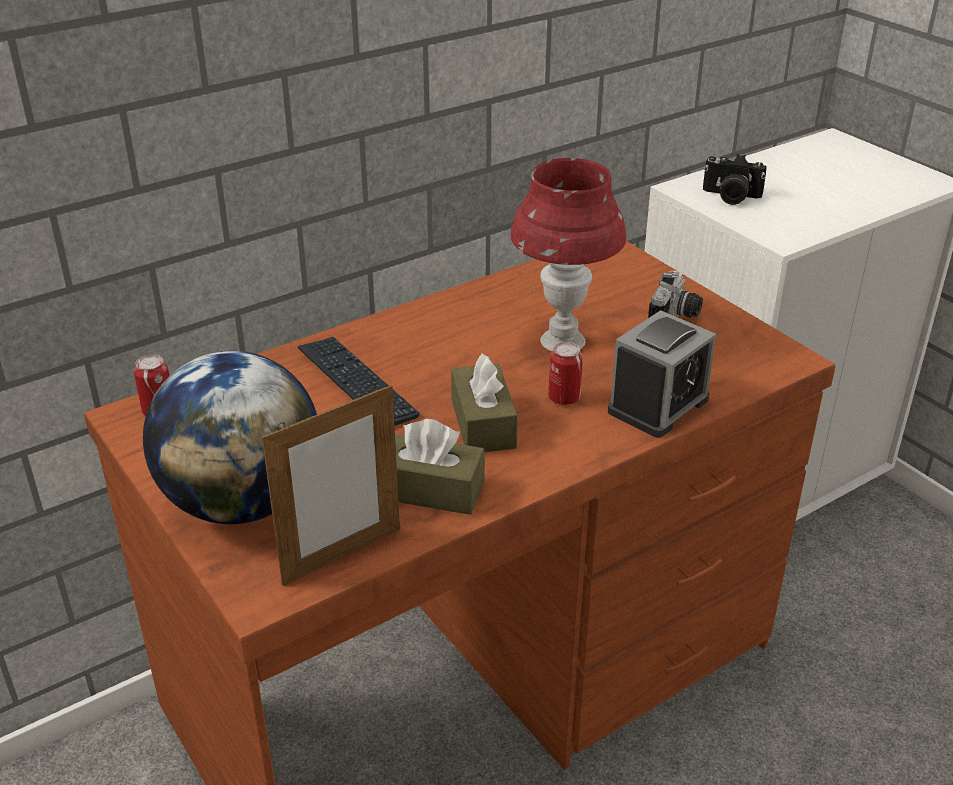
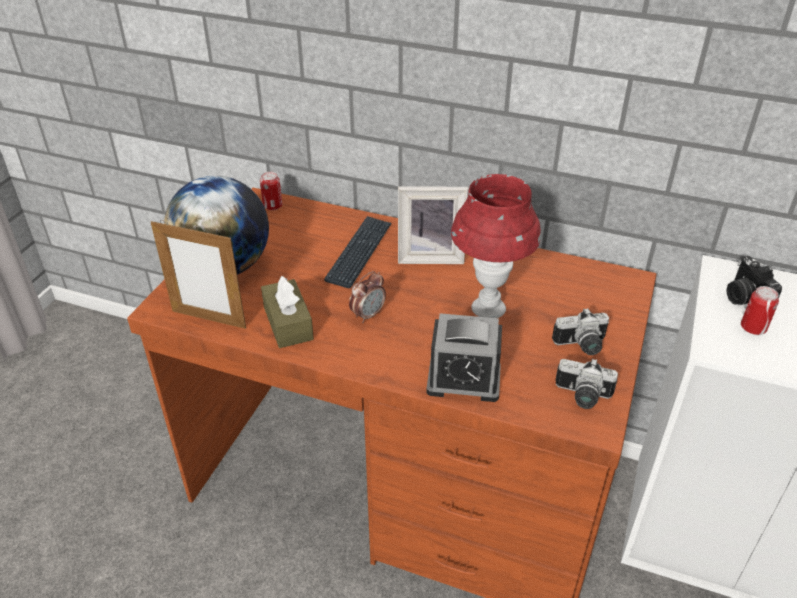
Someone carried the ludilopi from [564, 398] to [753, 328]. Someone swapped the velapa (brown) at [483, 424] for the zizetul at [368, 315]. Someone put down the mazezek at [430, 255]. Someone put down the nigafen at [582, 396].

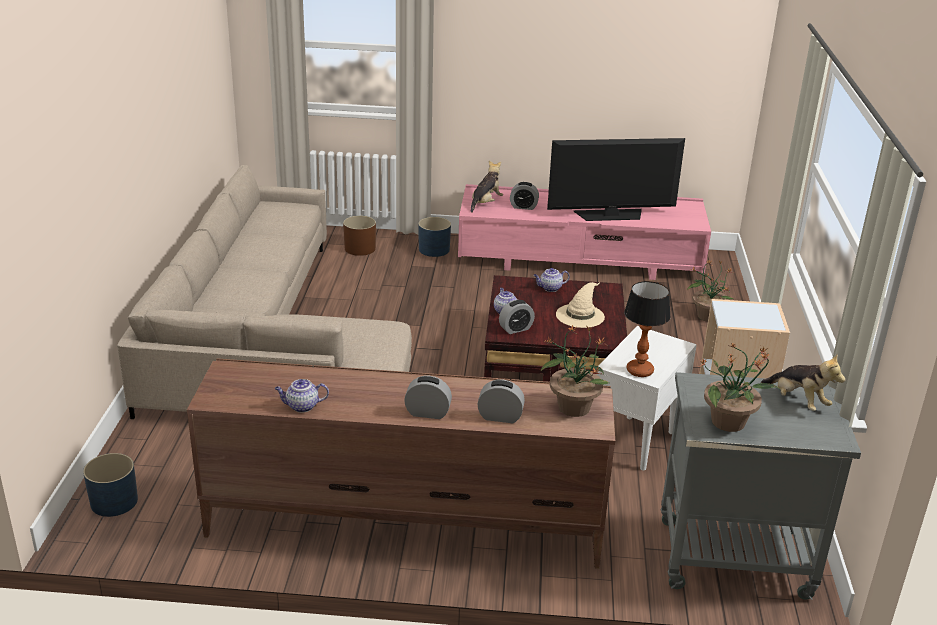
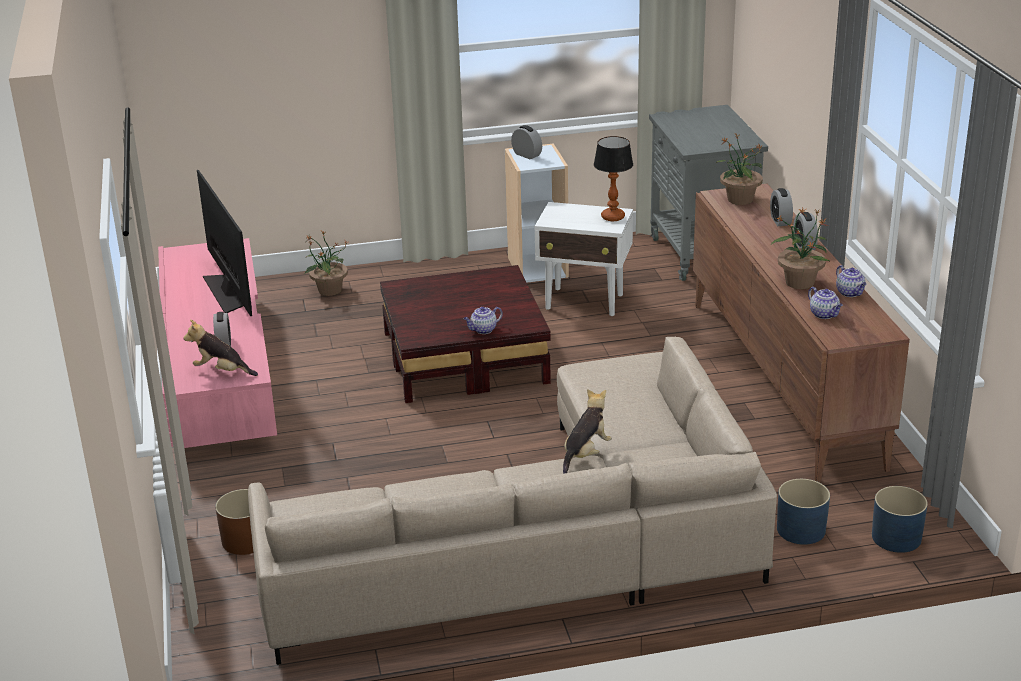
Someone carried the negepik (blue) from [434, 250] to [800, 530]. Someone carried the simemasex from [550, 288] to [824, 314]. Someone took away the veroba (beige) at [580, 315]. Someone carried the zizetul from [516, 329] to [526, 155]. Someone carried the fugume from [729, 422] to [799, 282]. Someone carried the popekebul from [798, 401] to [585, 454].

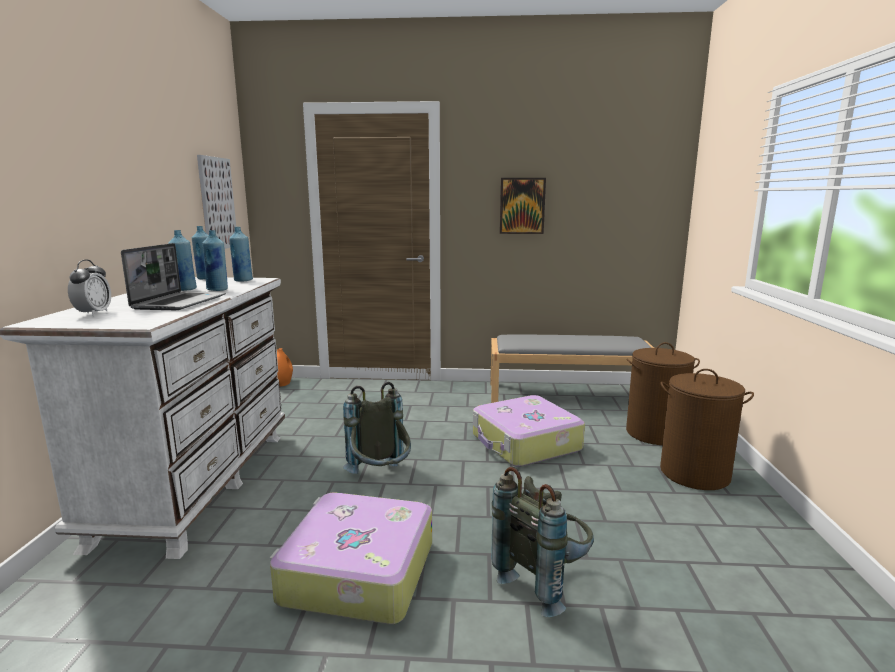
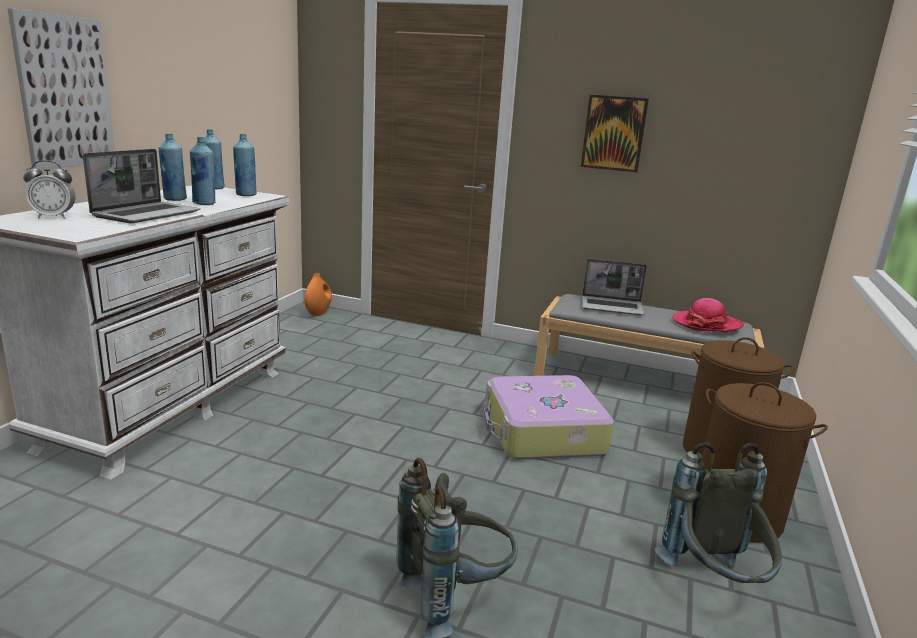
Someone carried the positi from [217, 203] to [65, 92]. Someone rotated the zizetul at [93, 313] by 60 degrees clockwise. Someone carried the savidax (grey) from [381, 478] to [715, 583]. Someone took away the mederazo at [356, 572]. Someone put down the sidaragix at [612, 307]. Someone put down the veroba at [706, 324].

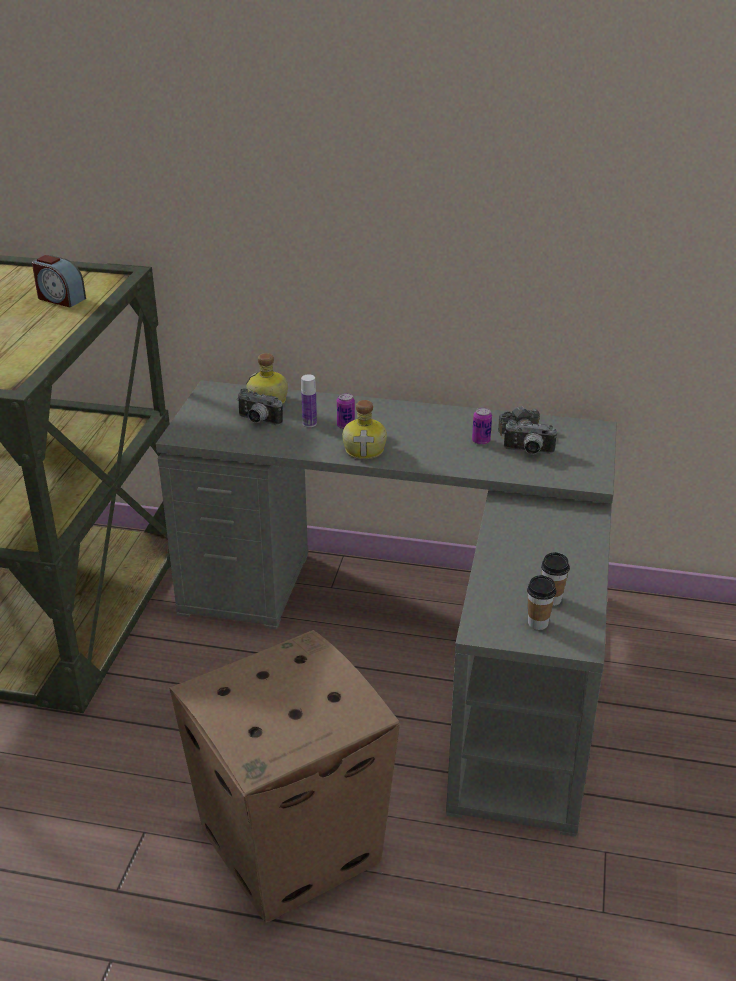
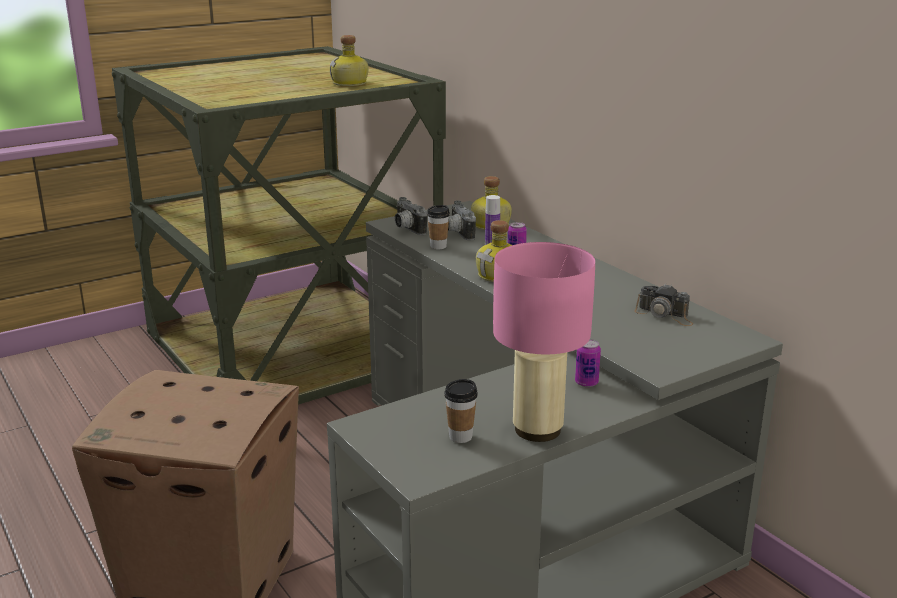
Someone swapped the zizetul at [60, 298] for the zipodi at [350, 83]. Someone carried the ludilopi from [481, 441] to [586, 383]. Someone carried the nigafen from [528, 452] to [406, 229]. Someone carried the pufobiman from [538, 623] to [438, 246]. Someone put down the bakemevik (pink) at [539, 430].

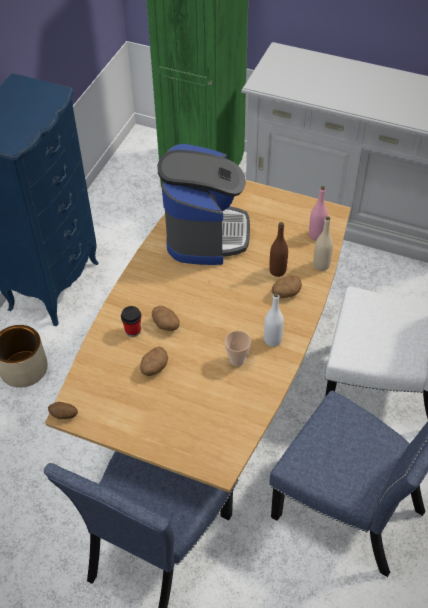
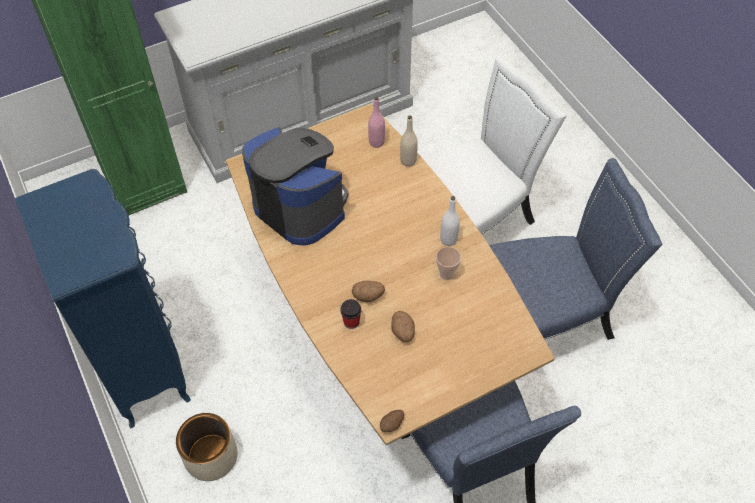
Someone took away the zipodi (brown) at [277, 271]. Someone took away the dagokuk at [285, 293].

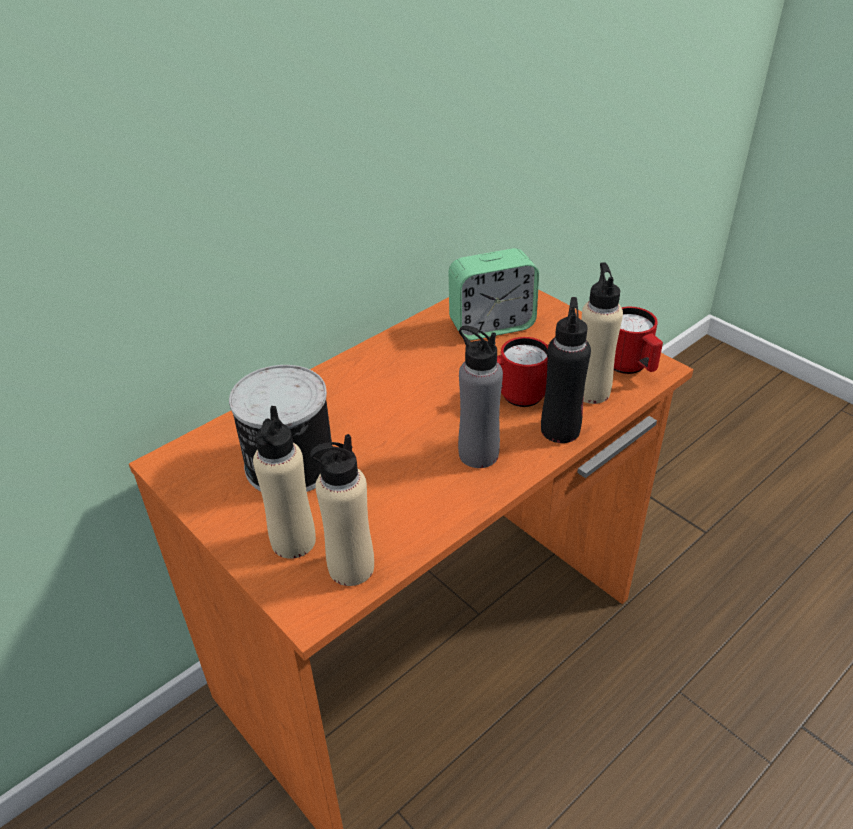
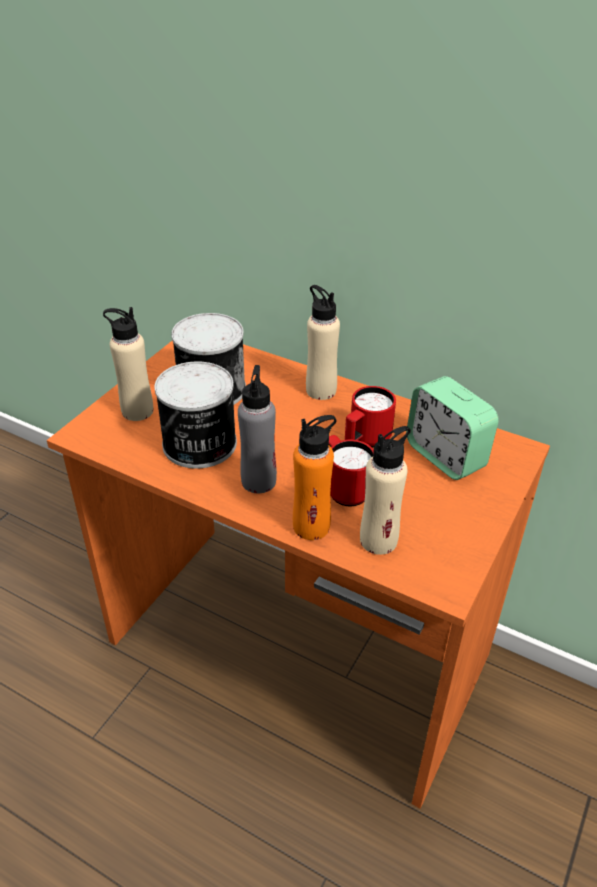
Someone repainted the zipodi (black) at [560, 430], which became the zipodi (orange) at [311, 526]. Someone carried the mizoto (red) from [630, 368] to [365, 441]. Someone carried the zipodi (beige) from [351, 567] to [321, 390]. Someone put down the ludilopi at [199, 445].

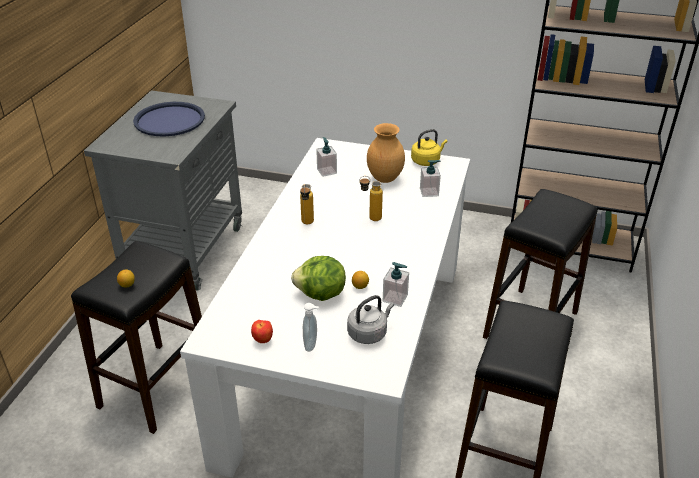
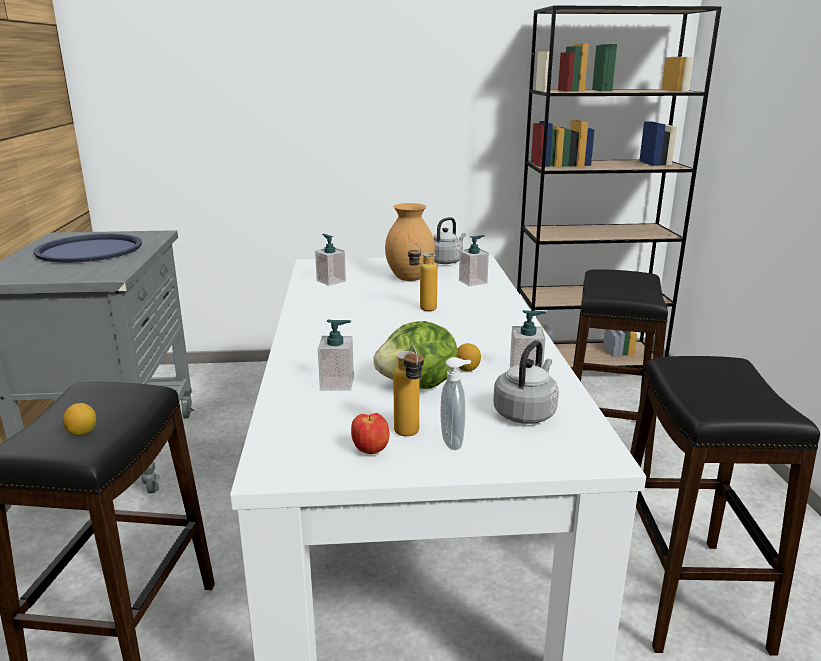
Someone repainted the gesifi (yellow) at [426, 161], which became the gesifi (grey) at [446, 261]. Someone carried the zipodi from [307, 224] to [409, 436]. Someone put down the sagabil at [337, 383].

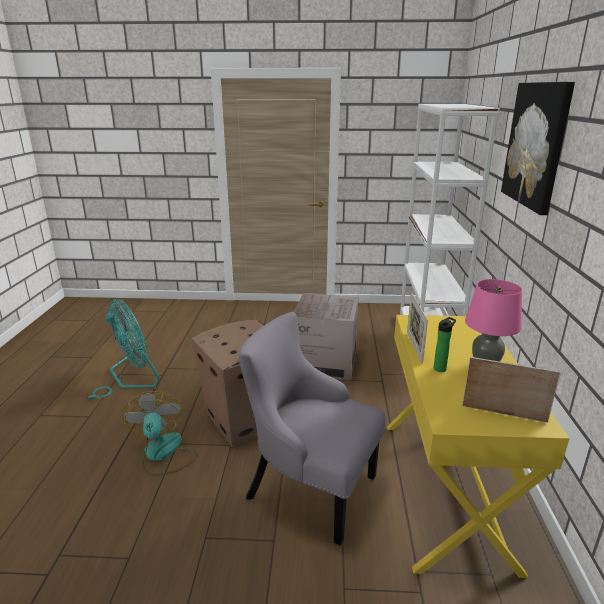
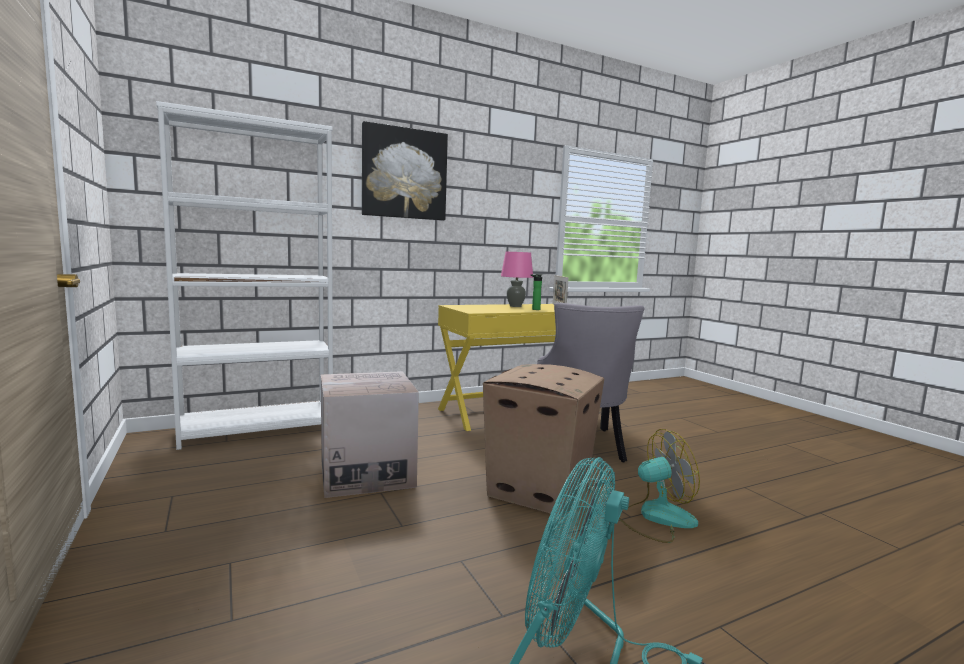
Someone took away the mazezek at [414, 347]. Someone rotated the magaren at [163, 454] by 150 degrees counterclockwise.

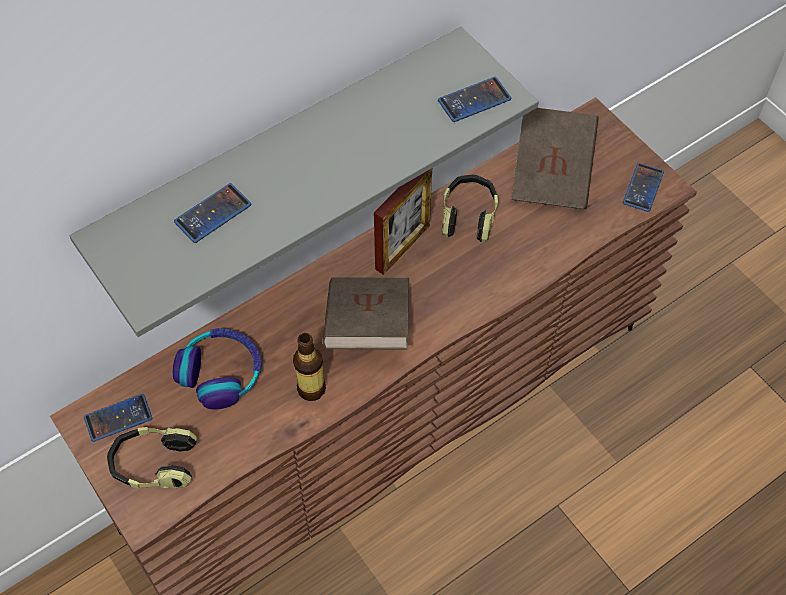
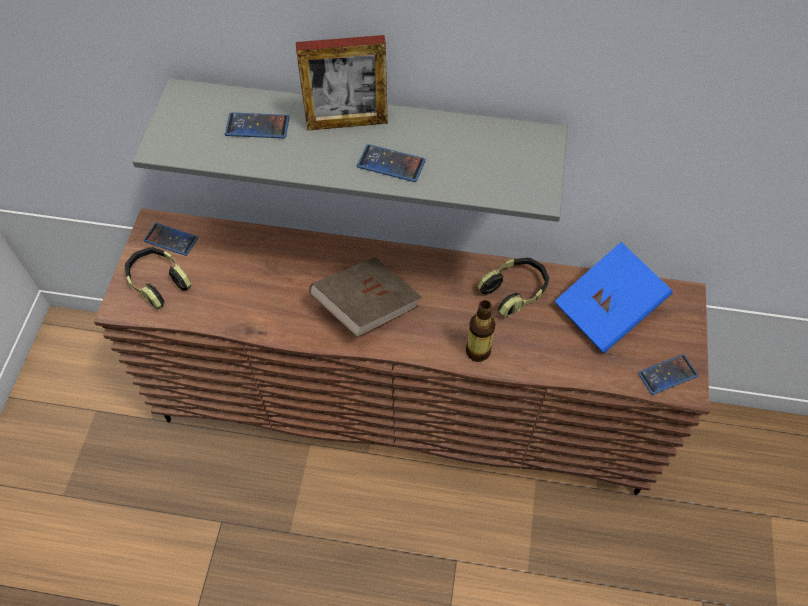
Someone carried the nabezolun from [474, 100] to [391, 164]. Someone repainted the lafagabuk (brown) at [552, 173], which became the lafagabuk (blue) at [607, 310]. Someone carried the mazezek from [402, 247] to [347, 123]. Someone took away the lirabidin at [221, 373]. Someone carried the zipodi from [311, 389] to [478, 351].

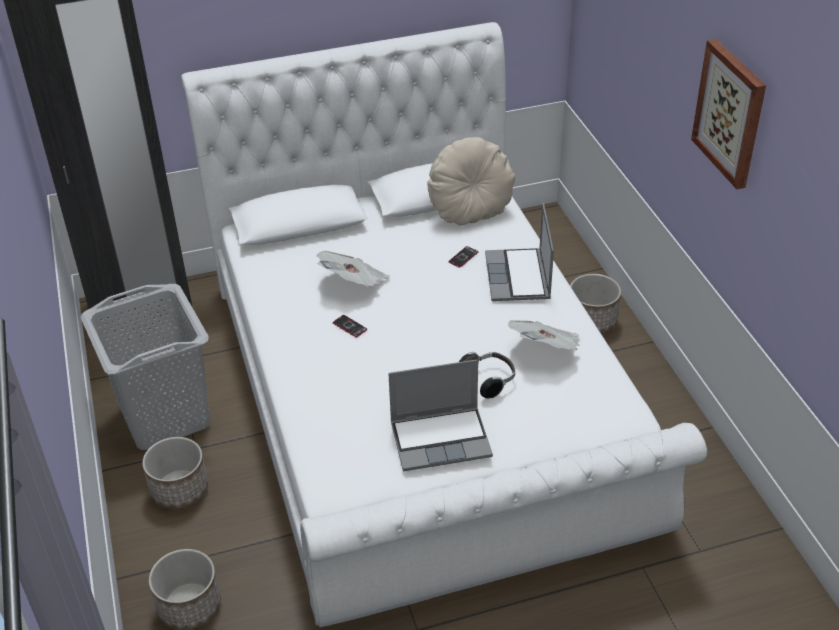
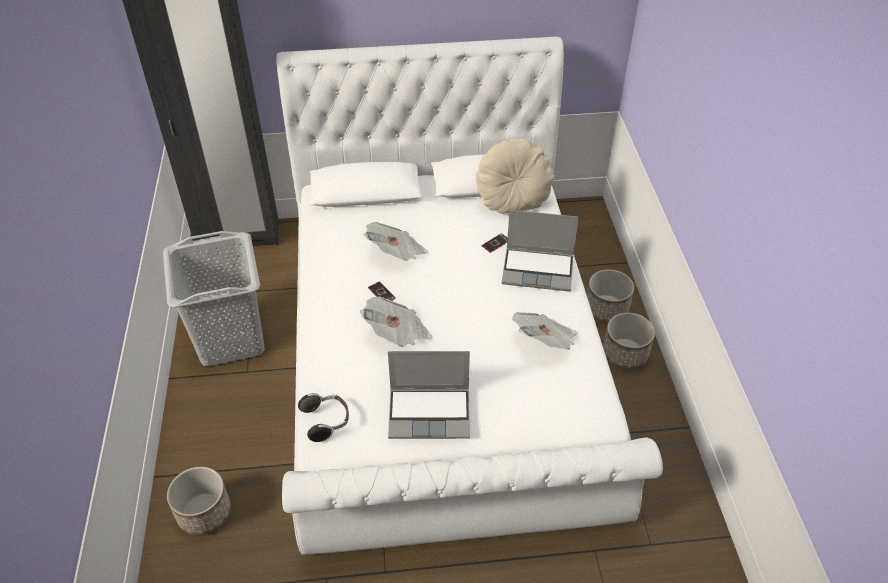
Someone took away the positi at [730, 113]. Someone rotated the sidaragix at [519, 277] by 90 degrees counterclockwise. Someone carried the lirabidin from [489, 380] to [326, 421]. Someone carried the negepik from [179, 490] to [624, 354]. Someone put down the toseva at [397, 334].

